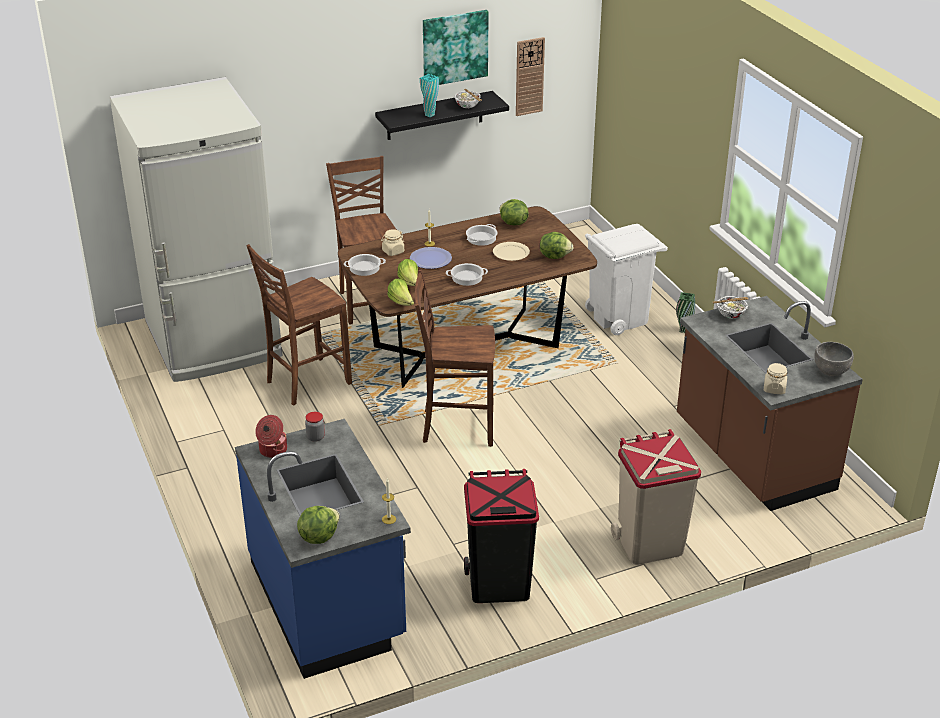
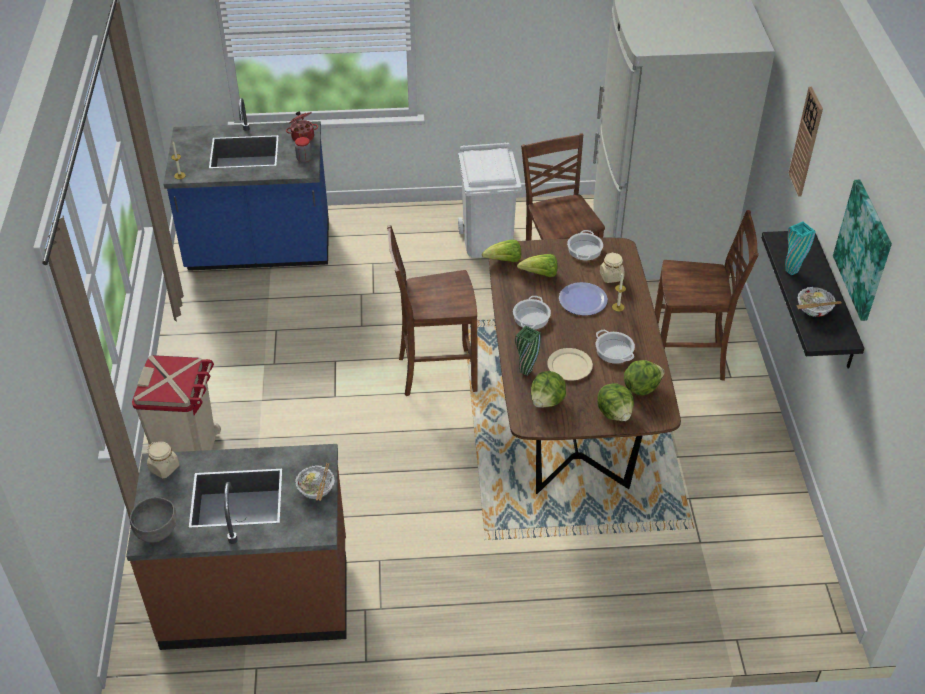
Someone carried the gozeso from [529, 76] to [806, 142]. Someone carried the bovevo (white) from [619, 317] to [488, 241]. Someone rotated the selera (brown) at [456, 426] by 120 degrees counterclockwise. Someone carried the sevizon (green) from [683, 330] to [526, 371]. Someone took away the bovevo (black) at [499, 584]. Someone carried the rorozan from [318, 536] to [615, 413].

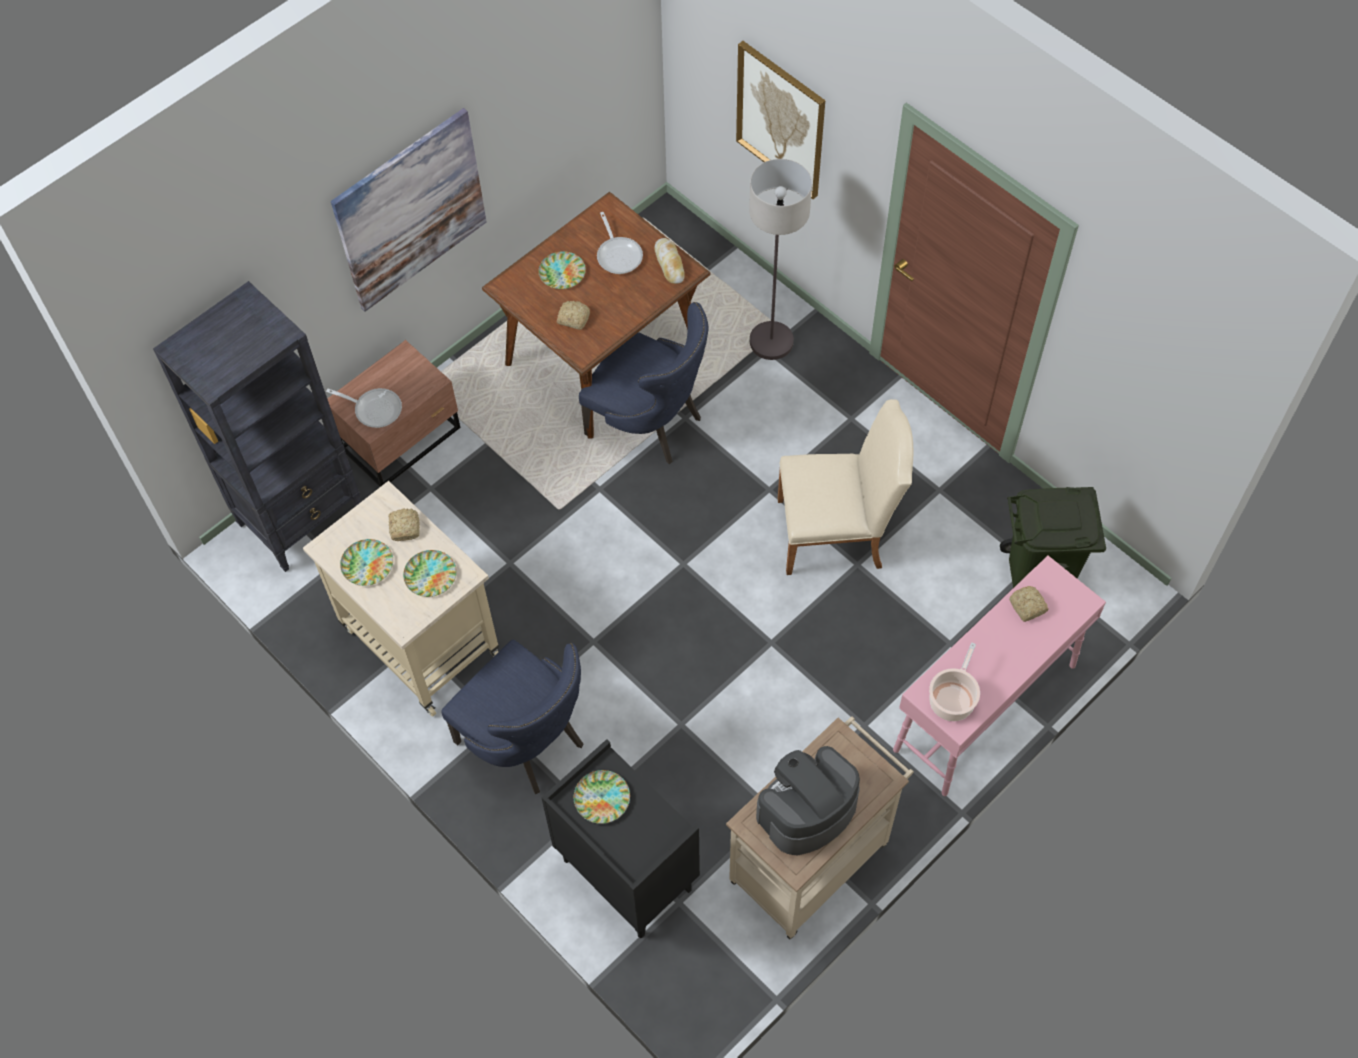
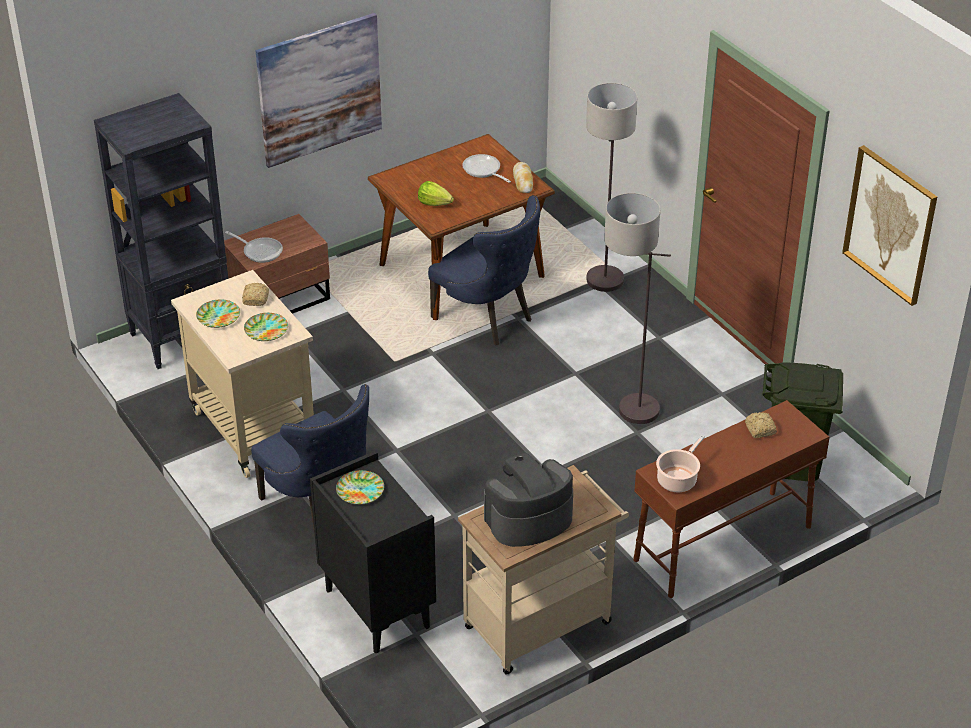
Someone carried the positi from [781, 119] to [890, 224]. Someone rotated the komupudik at [618, 254] by 150 degrees clockwise. Someone took away the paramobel at [562, 273]. Someone swapped the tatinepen at [573, 318] for the rorozan at [434, 203]. Someone swapped the selera (beige) at [838, 532] for the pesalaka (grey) at [626, 409]. Someone repainted the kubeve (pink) at [983, 707], which became the kubeve (brown) at [721, 543].

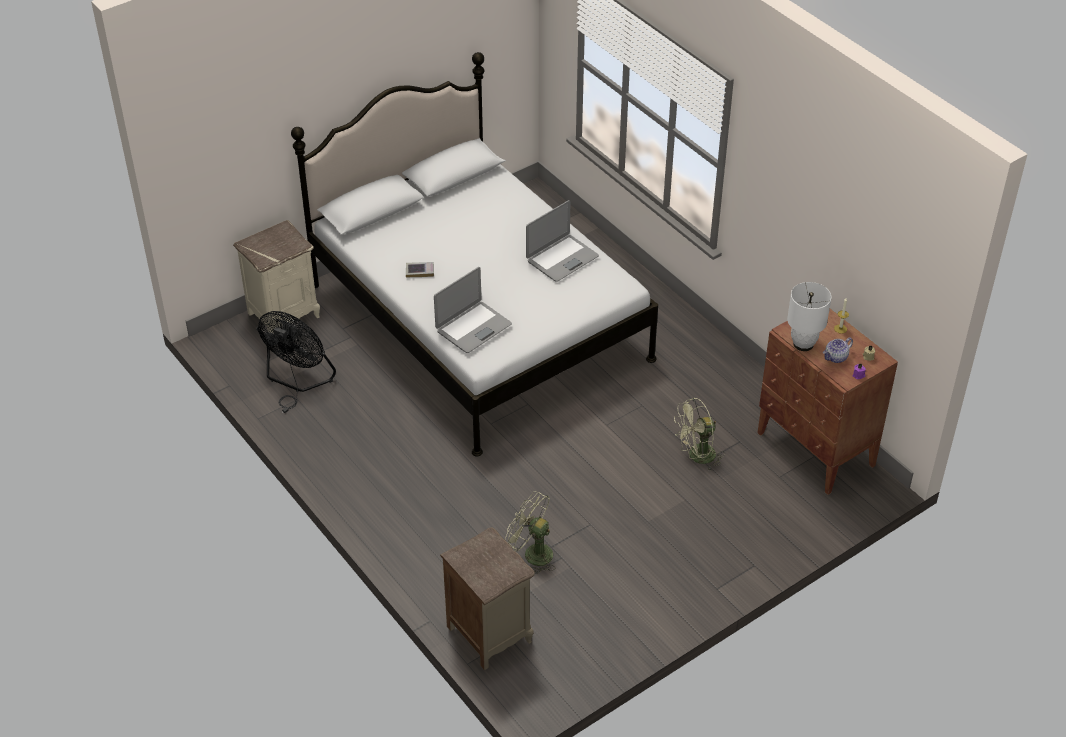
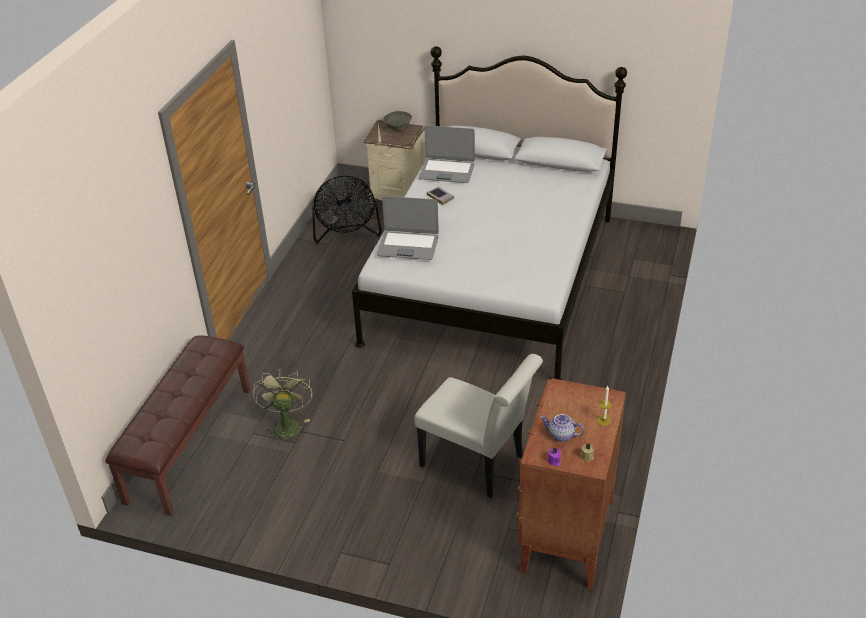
Someone carried the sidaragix from [562, 258] to [447, 171]. Someone took away the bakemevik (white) at [803, 344]. Someone rotated the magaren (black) at [293, 379] by 90 degrees clockwise. Someone swapped the magaren (green) at [697, 457] for the selera (white) at [478, 464]. Someone swapped the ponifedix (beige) at [490, 632] for the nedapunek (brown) at [189, 443]. Someone put down the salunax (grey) at [397, 127].

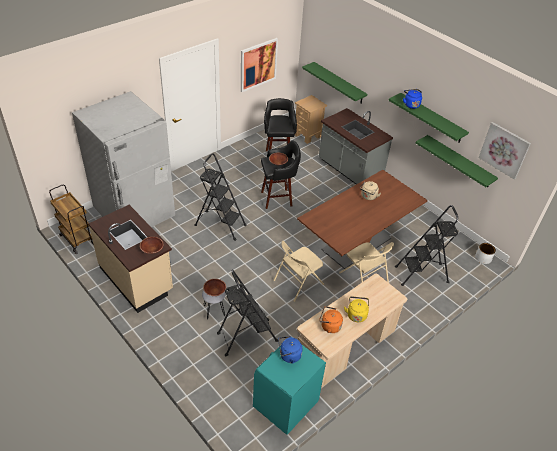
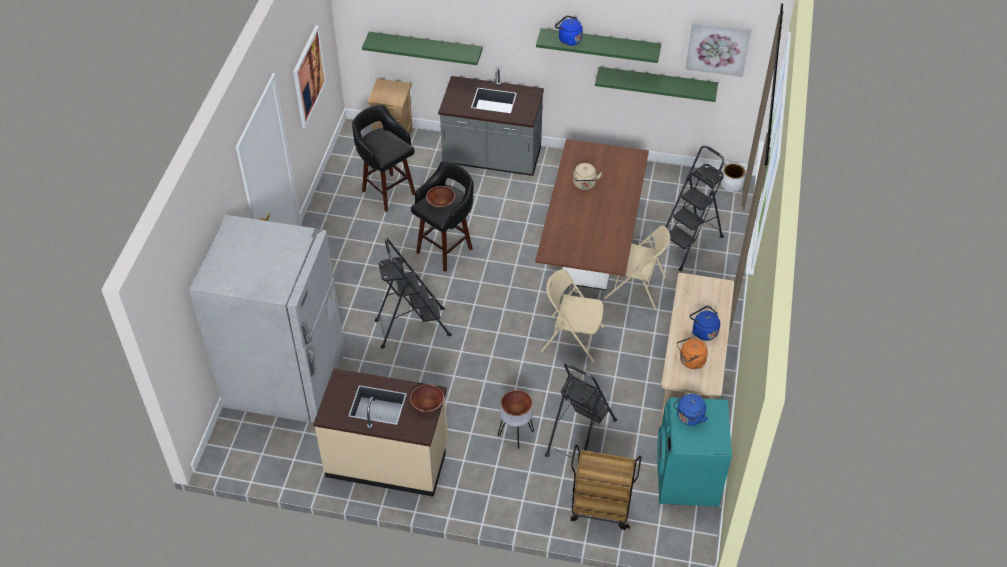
Someone carried the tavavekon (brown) from [77, 239] to [600, 510]. Someone rotated the selera (beige) at [298, 282] by 90 degrees clockwise. Someone repainted the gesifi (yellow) at [356, 314], which became the gesifi (blue) at [703, 331].

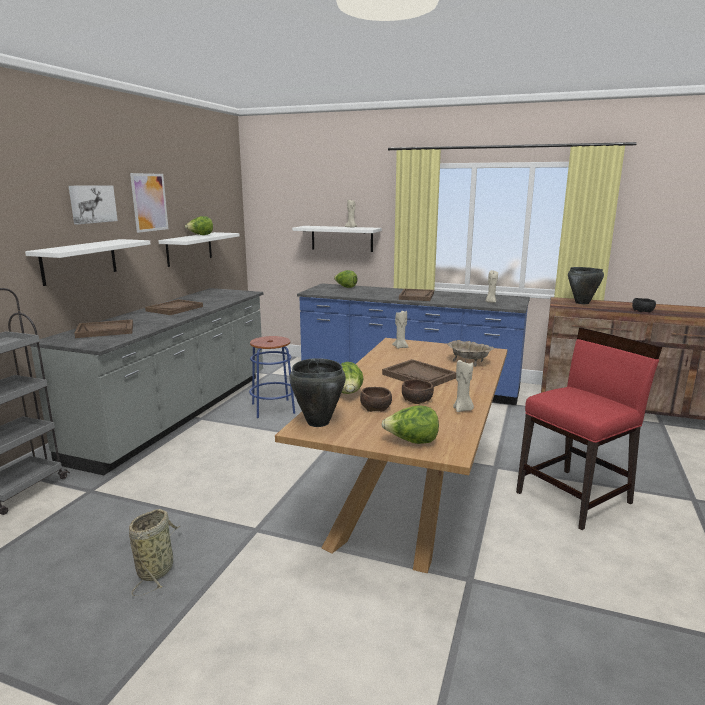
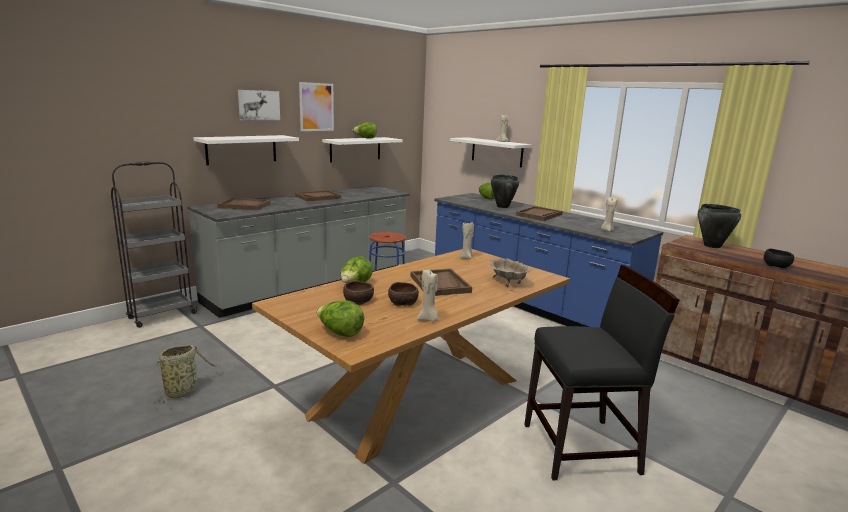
Someone repainted the selera (red) at [575, 497], which became the selera (black) at [582, 448]. Someone carried the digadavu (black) from [318, 422] to [502, 206].

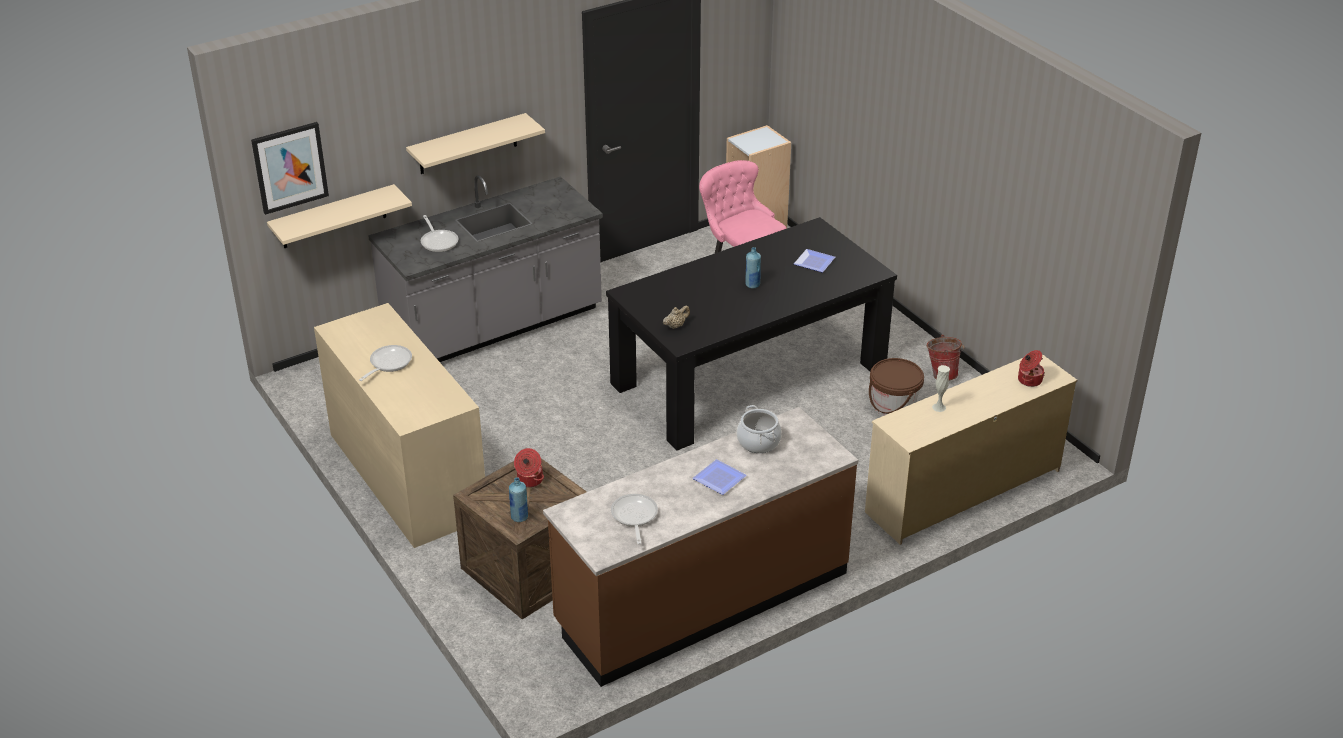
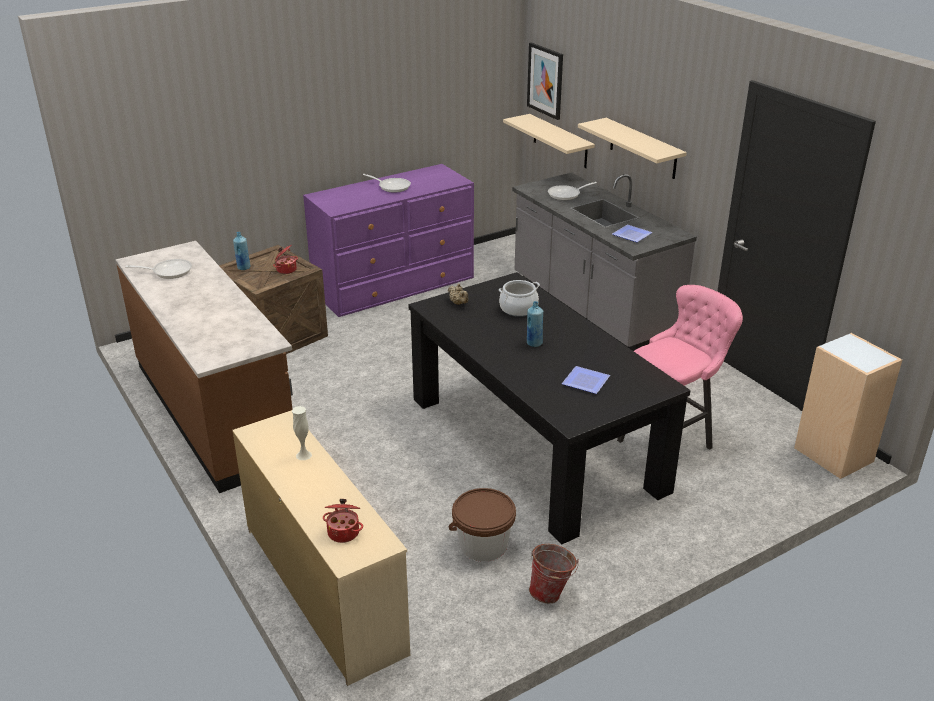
Someone repainted the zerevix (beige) at [407, 474], which became the zerevix (purple) at [395, 284]. Someone carried the digadavu from [758, 442] to [518, 309]. Someone carried the paramobel from [719, 477] to [633, 235].

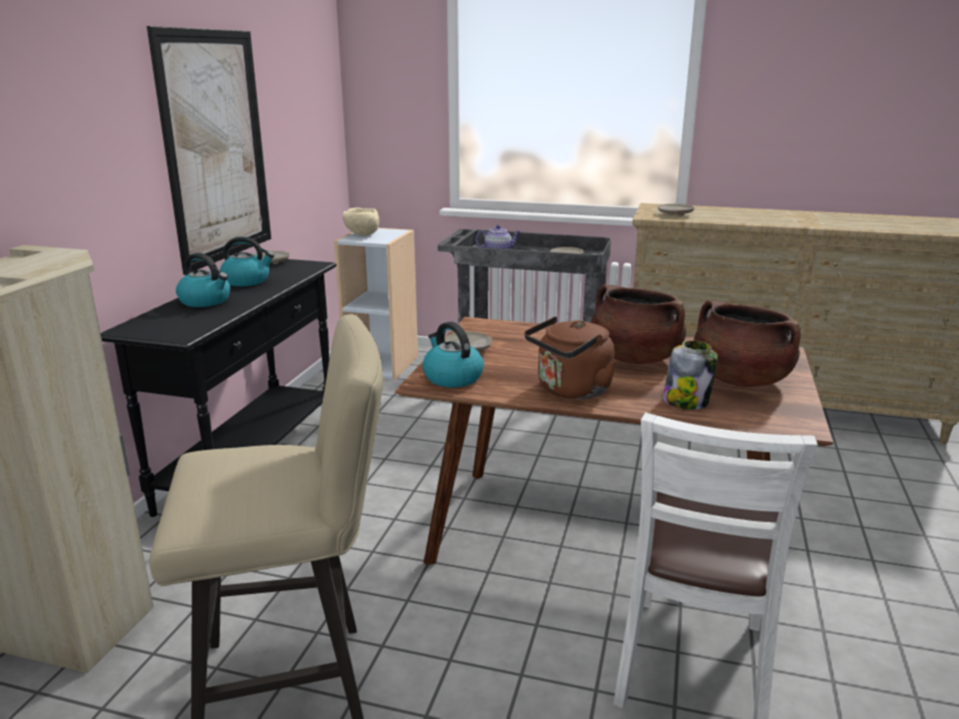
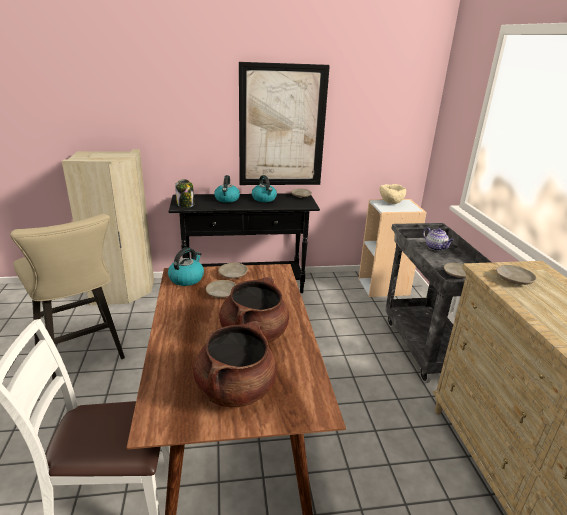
Someone took away the gesifi (brown) at [570, 391]. Someone carried the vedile from [686, 401] to [185, 204]. Someone put down the paramobel (beige) at [221, 293].

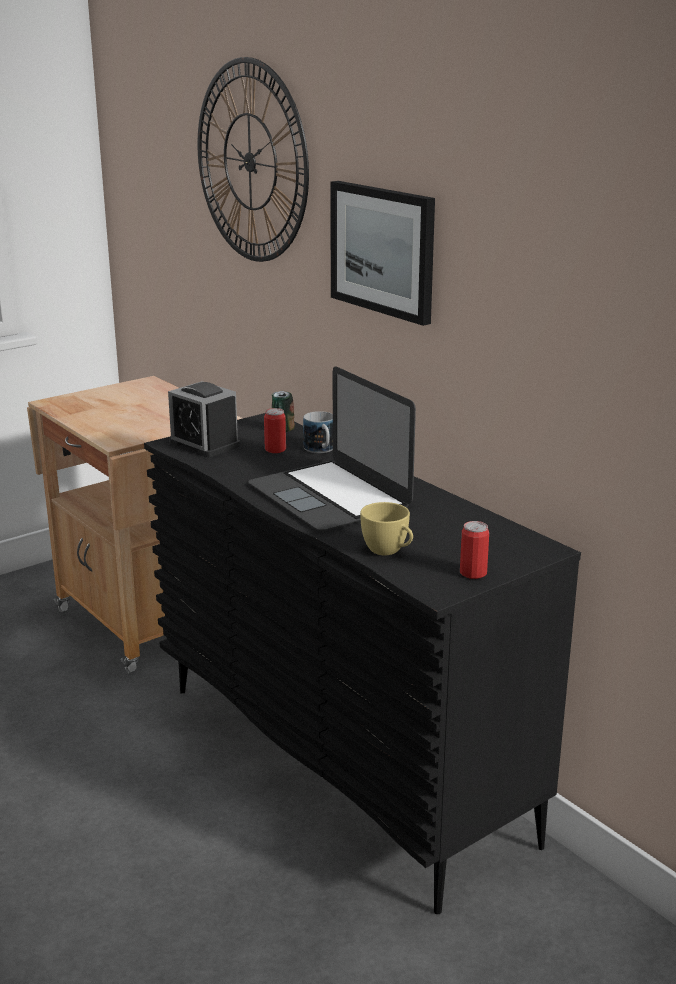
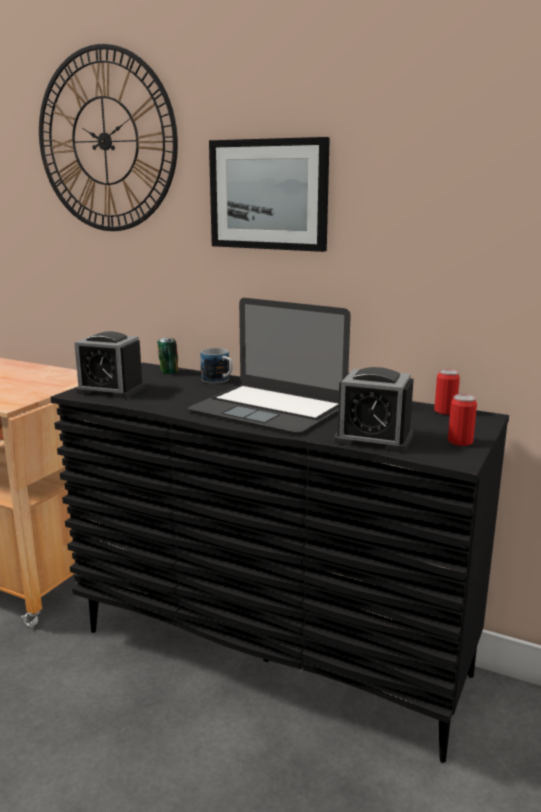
Someone carried the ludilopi from [275, 449] to [445, 411]. Someone swapped the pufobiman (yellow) at [388, 551] for the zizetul at [373, 439].

